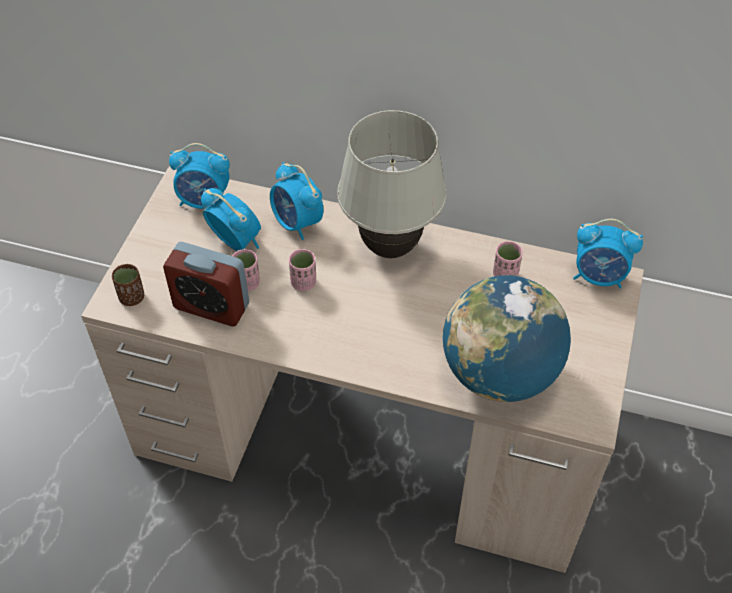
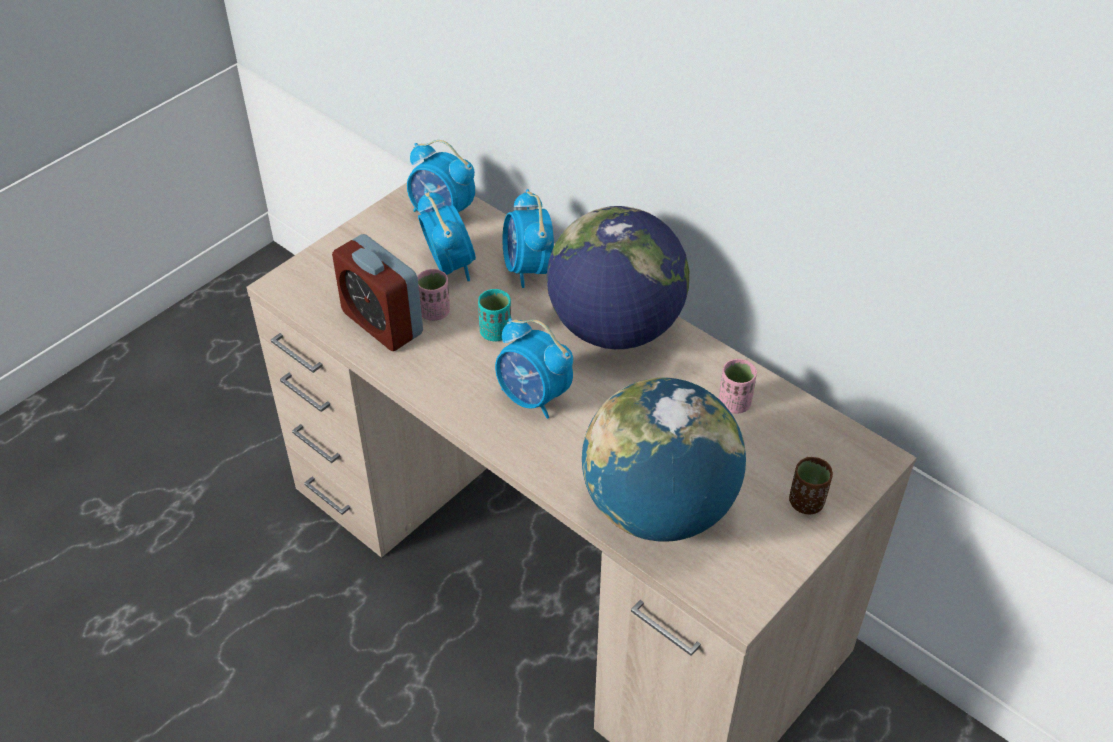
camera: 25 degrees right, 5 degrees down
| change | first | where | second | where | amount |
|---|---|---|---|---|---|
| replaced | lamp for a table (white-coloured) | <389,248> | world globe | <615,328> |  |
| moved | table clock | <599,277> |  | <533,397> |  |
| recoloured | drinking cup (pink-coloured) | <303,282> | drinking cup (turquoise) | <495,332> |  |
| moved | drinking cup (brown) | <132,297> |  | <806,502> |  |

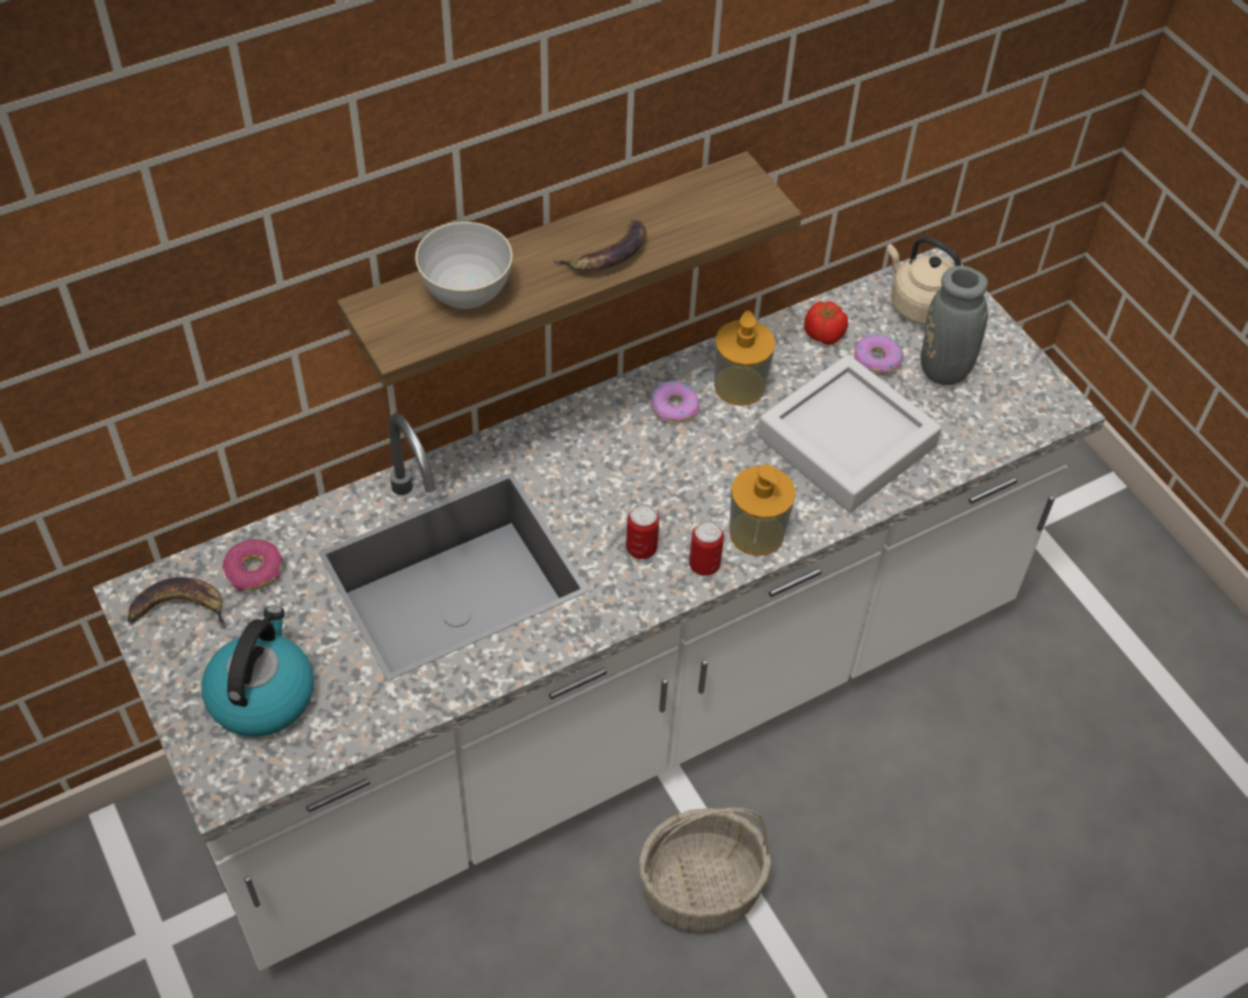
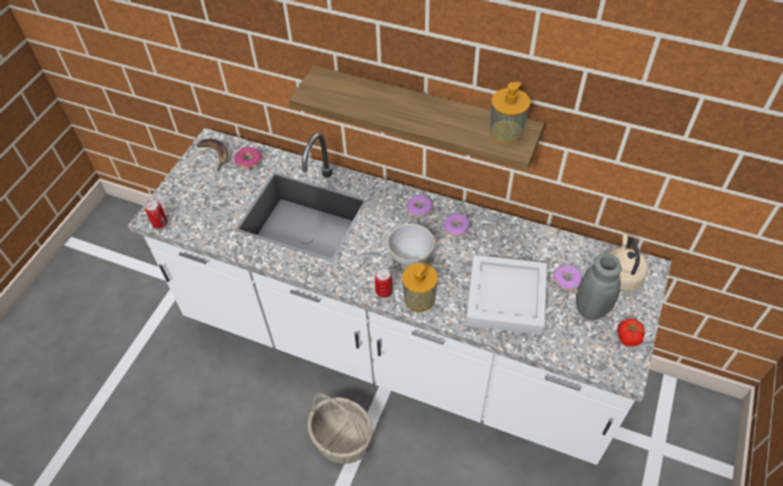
camera: 55 degrees right, 0 degrees up
| change | first | where | second | where | amount |
|---|---|---|---|---|---|
| removed | banana | <608,255> |  |  |  |
| moved | serving bowl (gray) | <466,293> |  | <411,257> |  |
| moved | tomato | <824,335> |  | <628,338> |  |
| moved | soap bottle | <739,385> |  | <506,132> |  |
| moved | sealed can | <641,548> |  | <160,223> |  |
| removed | kettle | <262,694> |  |  |  |
| added |  |  | doughnut | <419,208> |  |

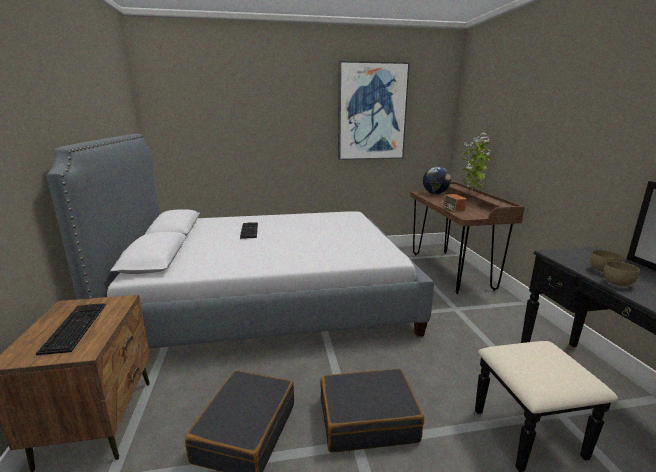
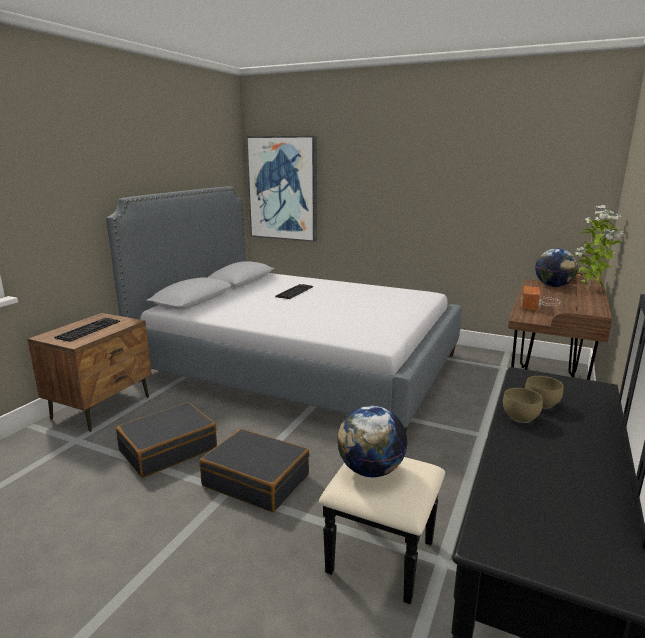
camera: 35 degrees right, 0 degrees up
| change | first | where | second | where | amount |
|---|---|---|---|---|---|
| moved | wall picture | <371,112> |  | <283,188> |  |
| added |  |  | world globe | <370,470> |  |

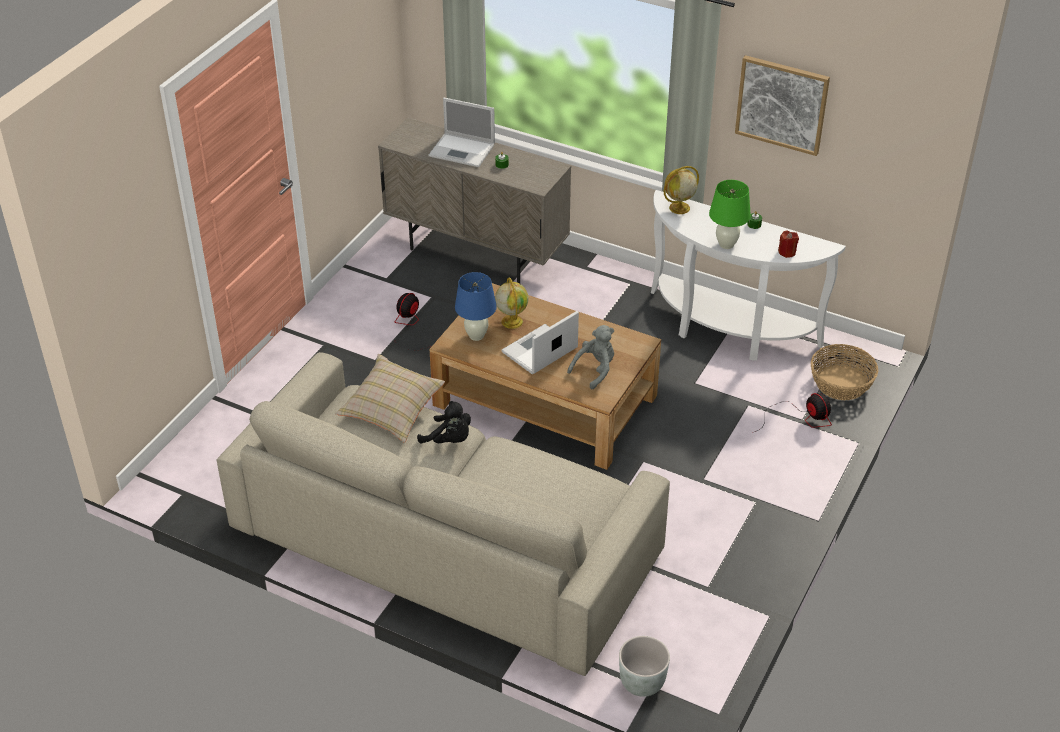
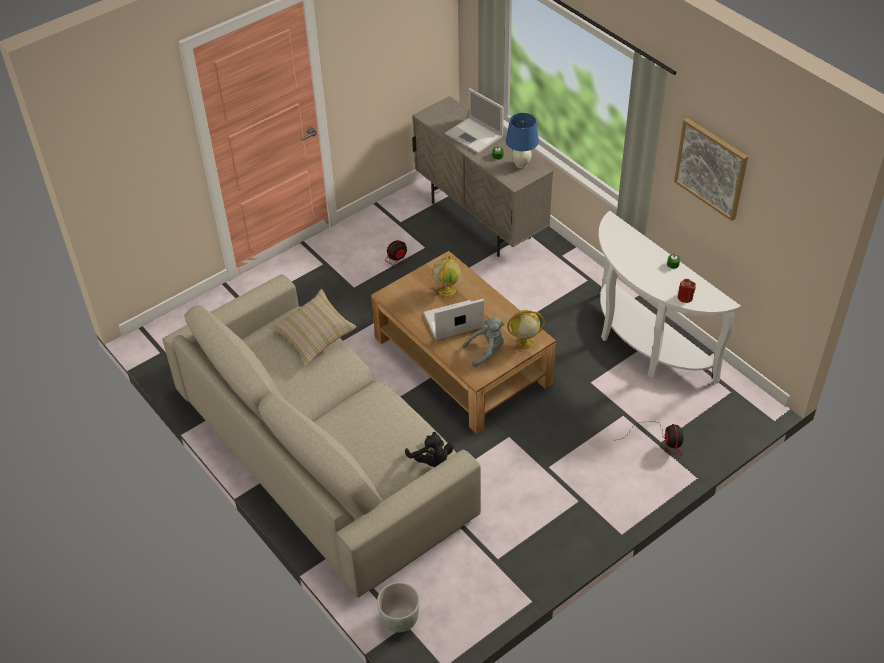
camera: 25 degrees right, 5 degrees up
| change | first | where | second | where | amount |
|---|---|---|---|---|---|
| moved | world globe | <679,208> |  | <524,342> |  |
| removed | lamp for a table (green-coloured) | <726,244> |  |  |  |
| moved | lamp for a table (blue) | <476,336> |  | <521,164> |  |
| removed | storage basket | <841,384> |  |  |  |
| moved | soft toy (blackish) | <449,440> |  | <431,460> |  |

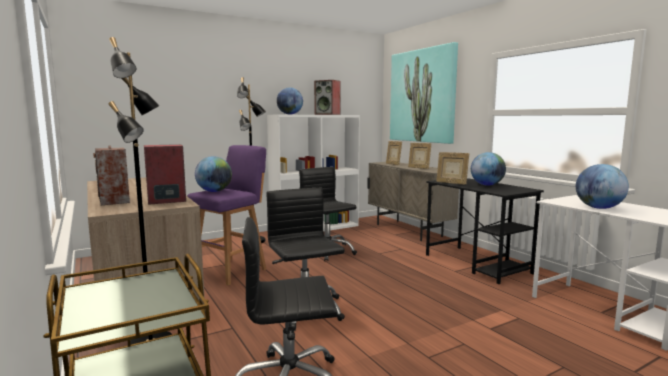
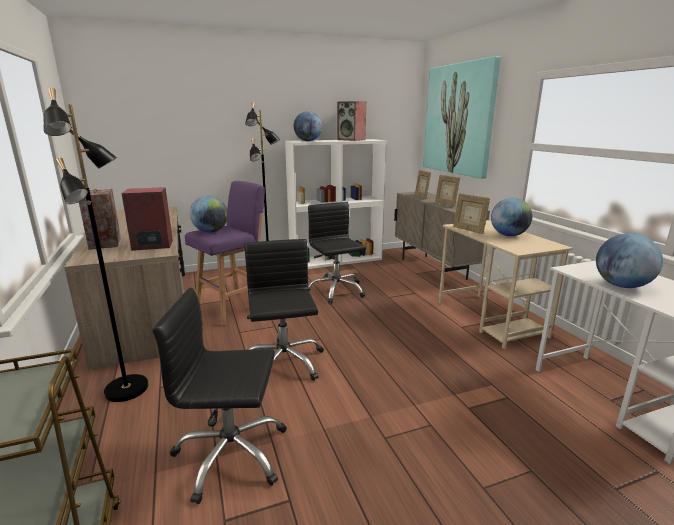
camera: 10 degrees right, 10 degrees up
| change | first | where | second | where | amount |
|---|---|---|---|---|---|
| recoloured | desk (blackish) | <477,264> | desk (beige) | <490,319> |  |

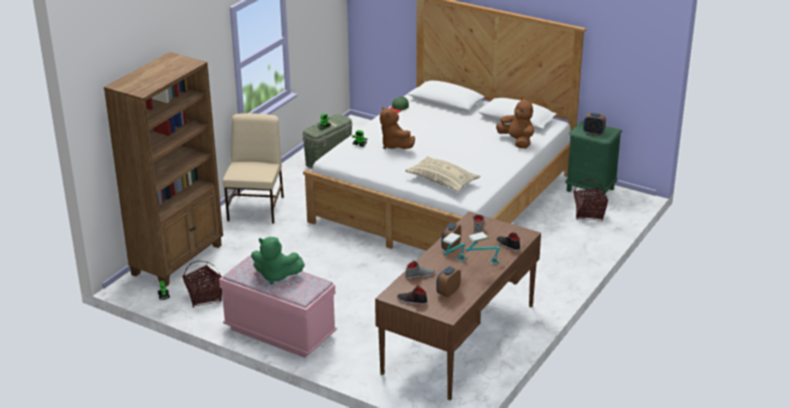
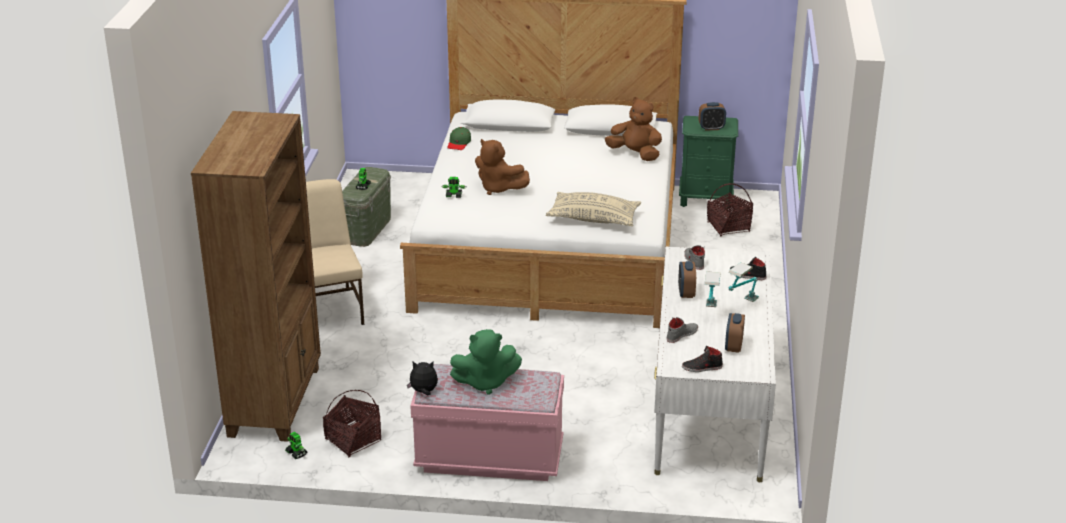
camera: 25 degrees left, 0 degrees up
| change | first | where | second | where | amount |
|---|---|---|---|---|---|
| recoloured | desk (brown) | <459,338> | desk (white-coloured) | <709,406> |  |
| added |  |  | soft toy | <424,392> |  |

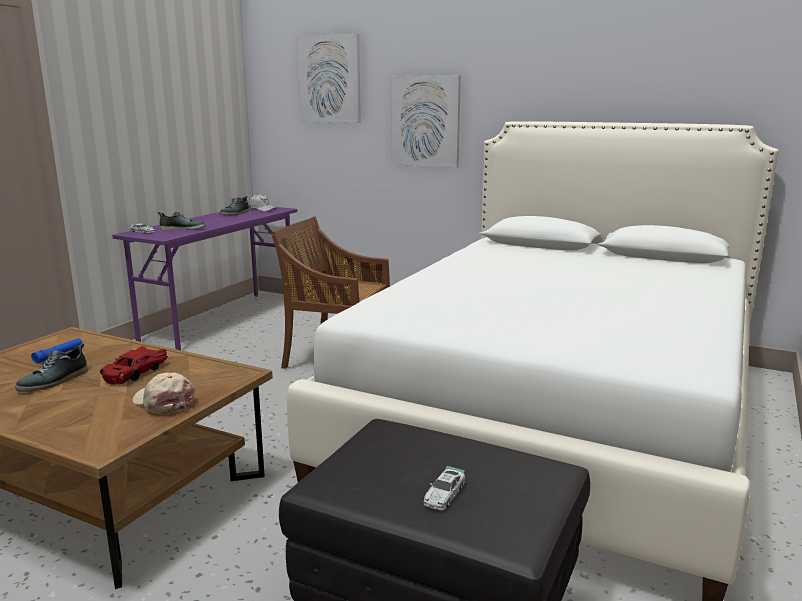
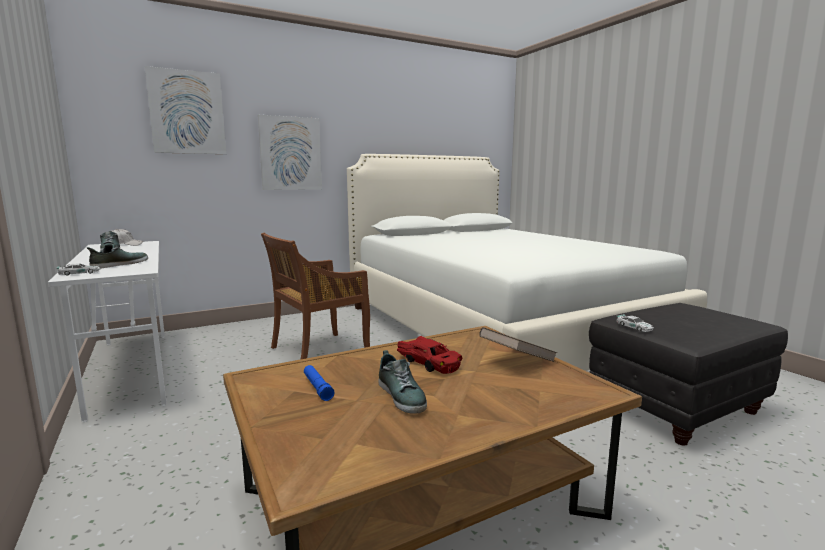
camera: 55 degrees left, 5 degrees down
| change | first | where | second | where | amount |
|---|---|---|---|---|---|
| recoloured | desk (purple-coloured) | <222,320> | desk (white-coloured) | <131,370> |  |
| replaced | peaked cap (beige) | <164,401> | book (brown) | <517,360> |  |
| moved | model car | <444,494> |  | <634,327> |  |

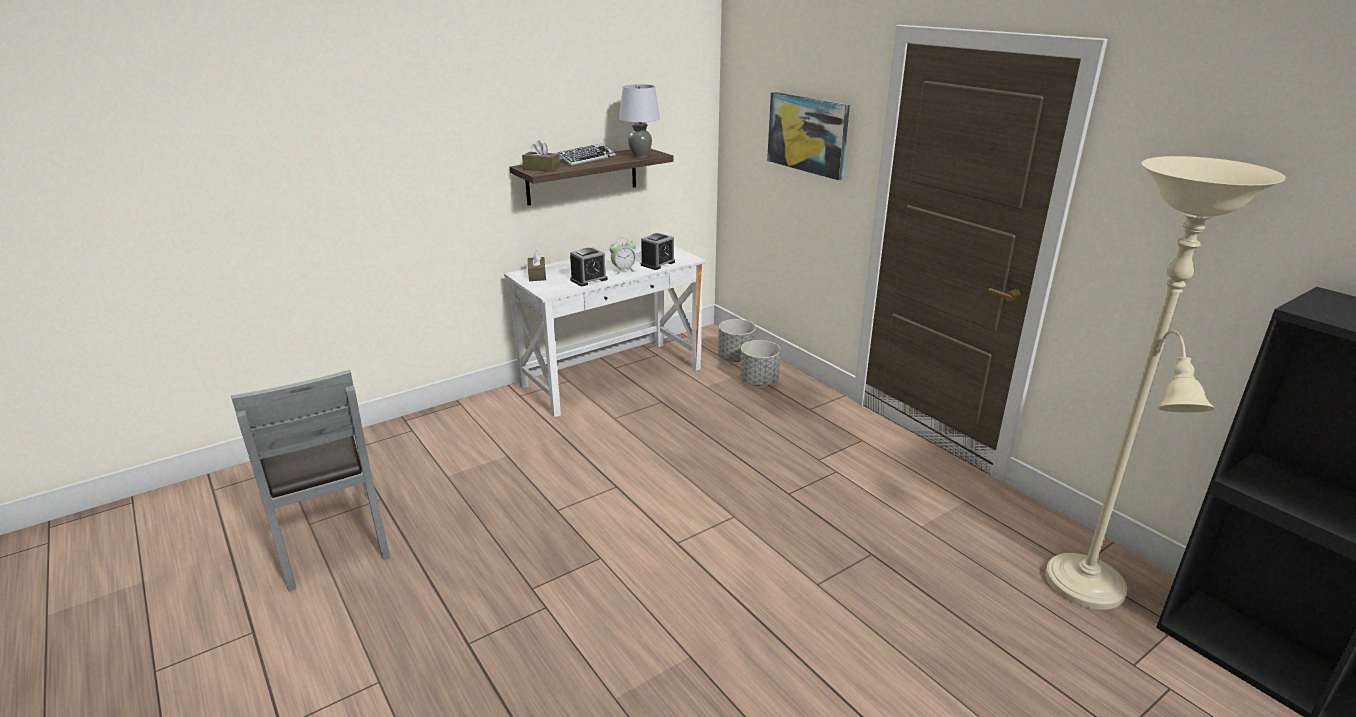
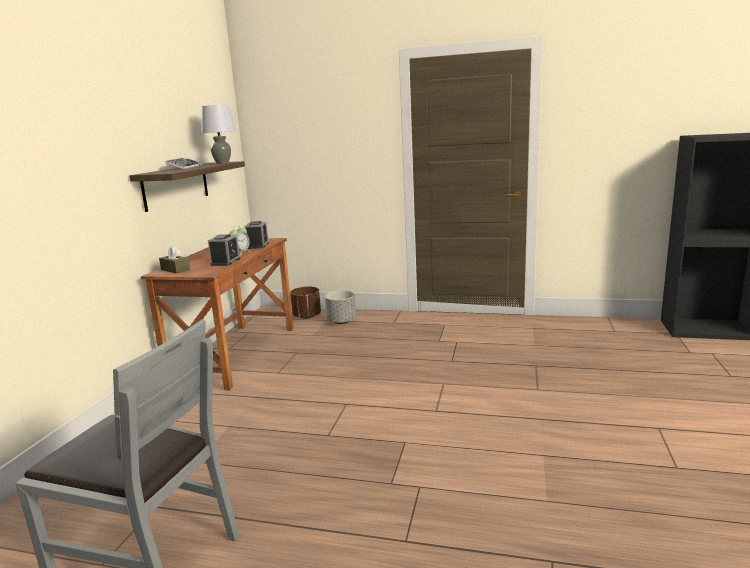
camera: 40 degrees left, 10 degrees down
| change | first | where | second | where | amount |
|---|---|---|---|---|---|
| removed | wall picture | <807,134> |  |  |  |
| removed | tissue box (brown) | <541,168> |  |  |  |
| removed | floor lamp (beige) | <1088,590> |  |  |  |
| recoloured | desk (white-coloured) | <611,377> | desk (brown) | <235,354> |  |
| recoloured | planter (gray) | <736,358> | planter (brown) | <307,316> |  |

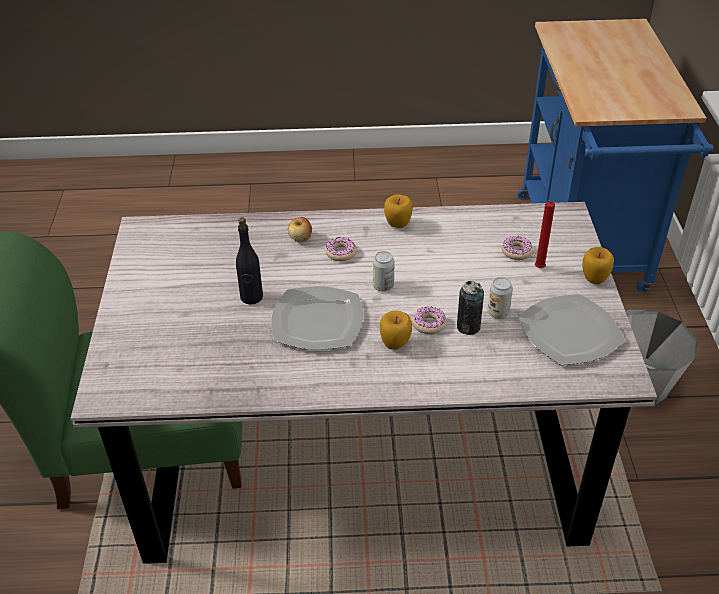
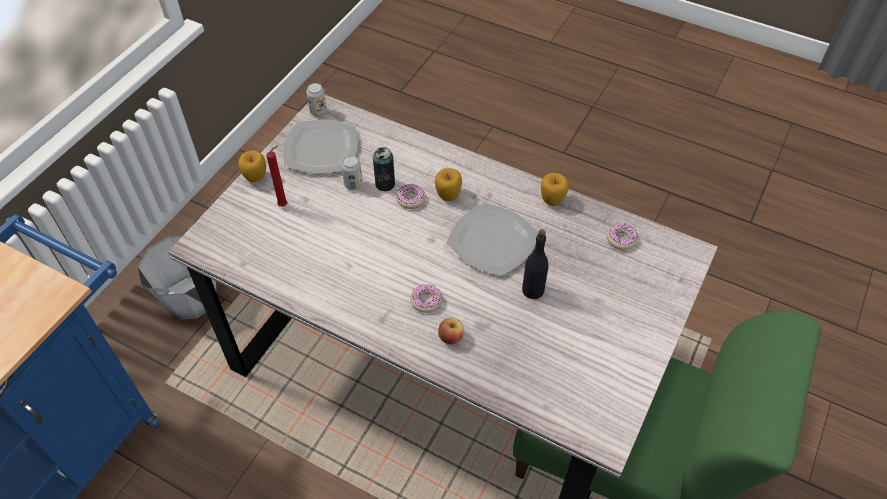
camera: 150 degrees left, 10 degrees up
| change | first | where | second | where | amount |
|---|---|---|---|---|---|
| moved | apple | <398,225> |  | <552,200> |  |
| moved | doughnut | <516,251> |  | <621,239> |  |
| moved | sealed can | <383,286> |  | <318,112> |  |

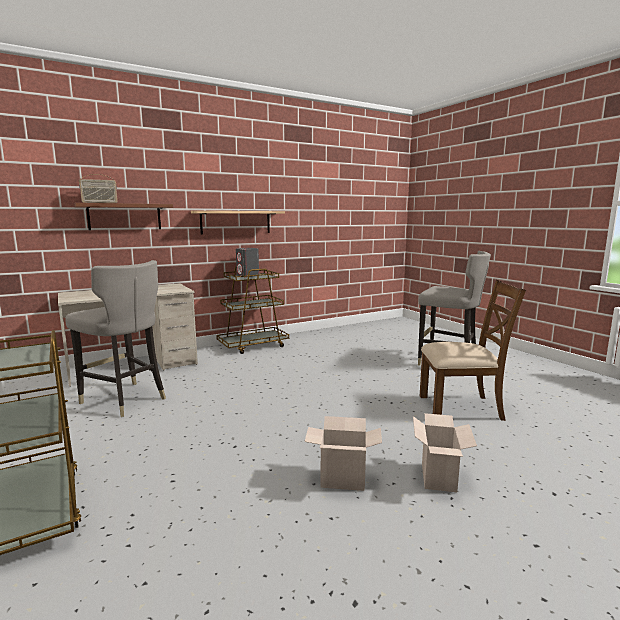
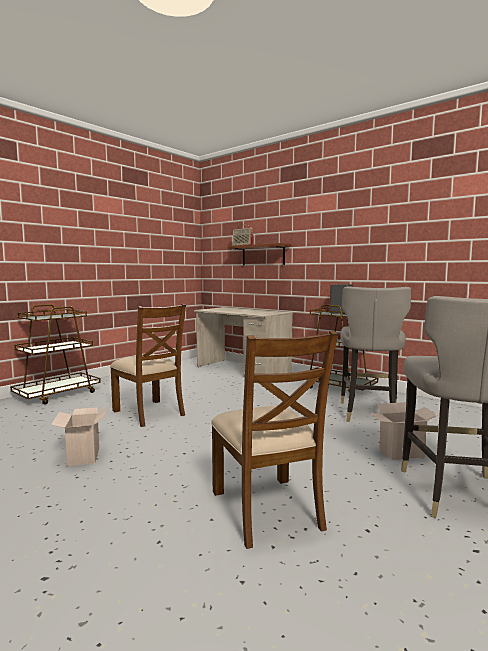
camera: 70 degrees right, 5 degrees down
| change | first | where | second | where | amount |
|---|---|---|---|---|---|
| removed | bracket shelf | <236,222> |  |  |  |
| moved | stool (gray) | <125,400> |  | <369,413> |  |
| moved | cardboard box | <440,478> |  | <401,453> |  |
| added |  |  | upright chair (brown) | <149,413> |  |

